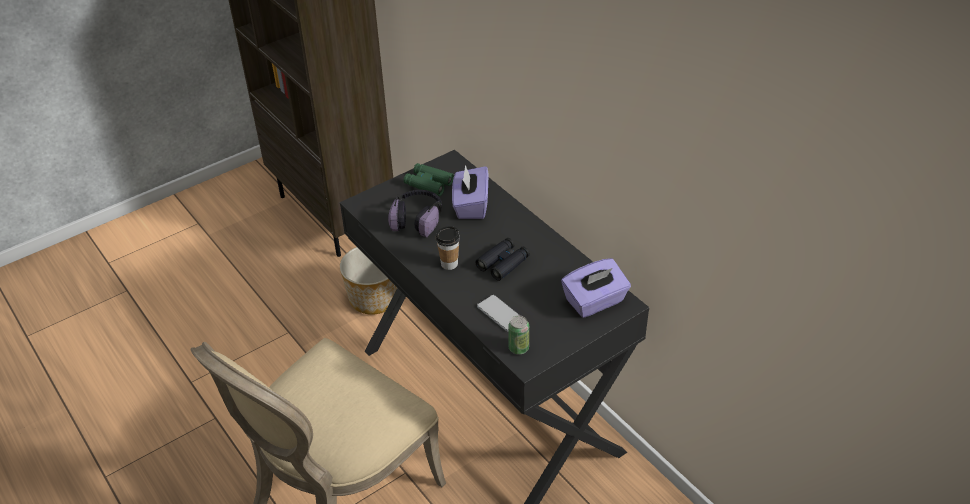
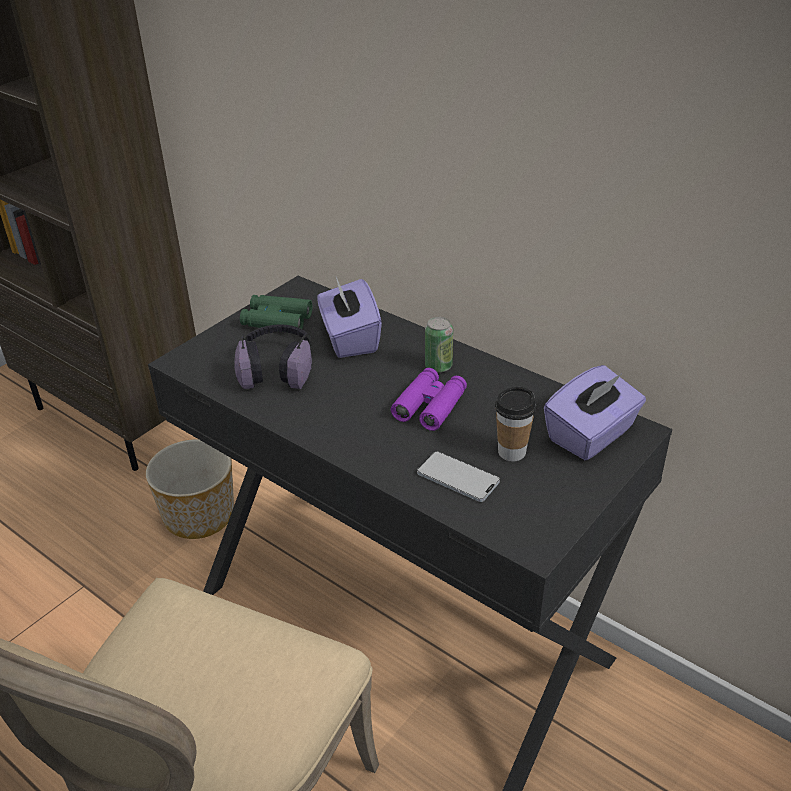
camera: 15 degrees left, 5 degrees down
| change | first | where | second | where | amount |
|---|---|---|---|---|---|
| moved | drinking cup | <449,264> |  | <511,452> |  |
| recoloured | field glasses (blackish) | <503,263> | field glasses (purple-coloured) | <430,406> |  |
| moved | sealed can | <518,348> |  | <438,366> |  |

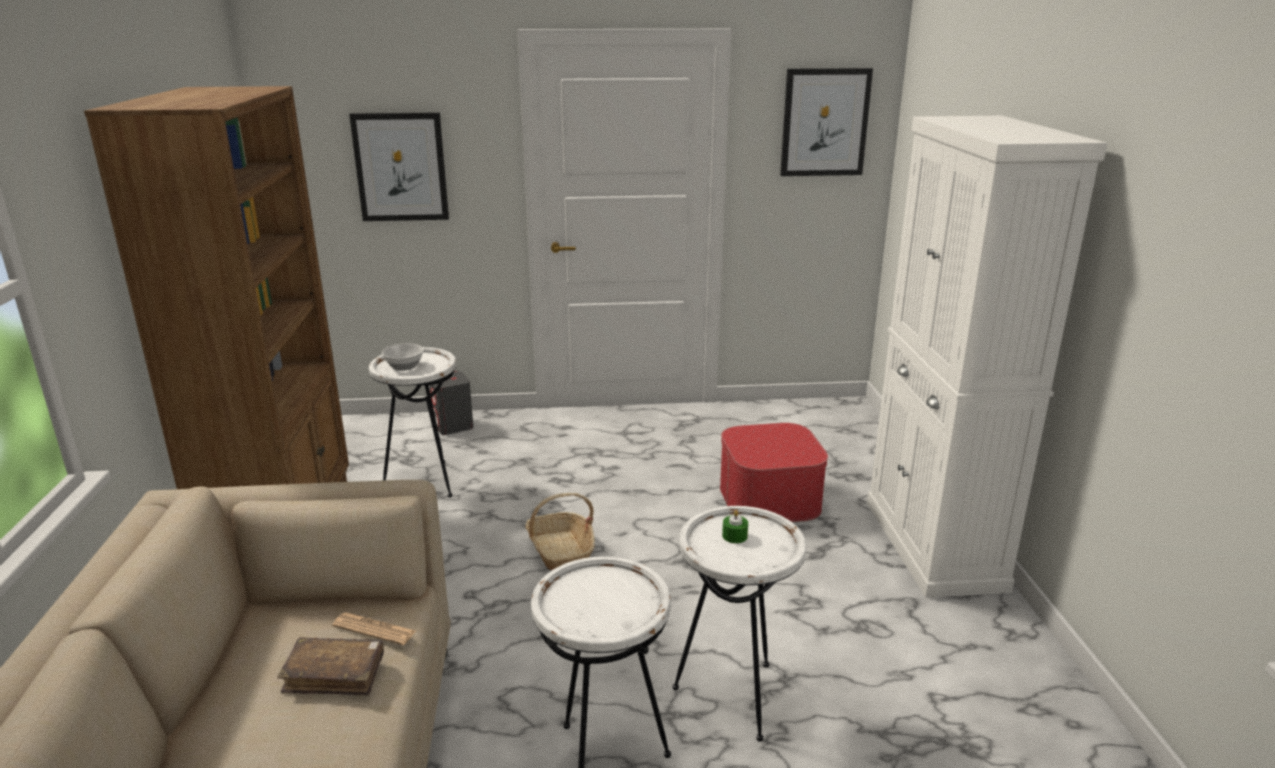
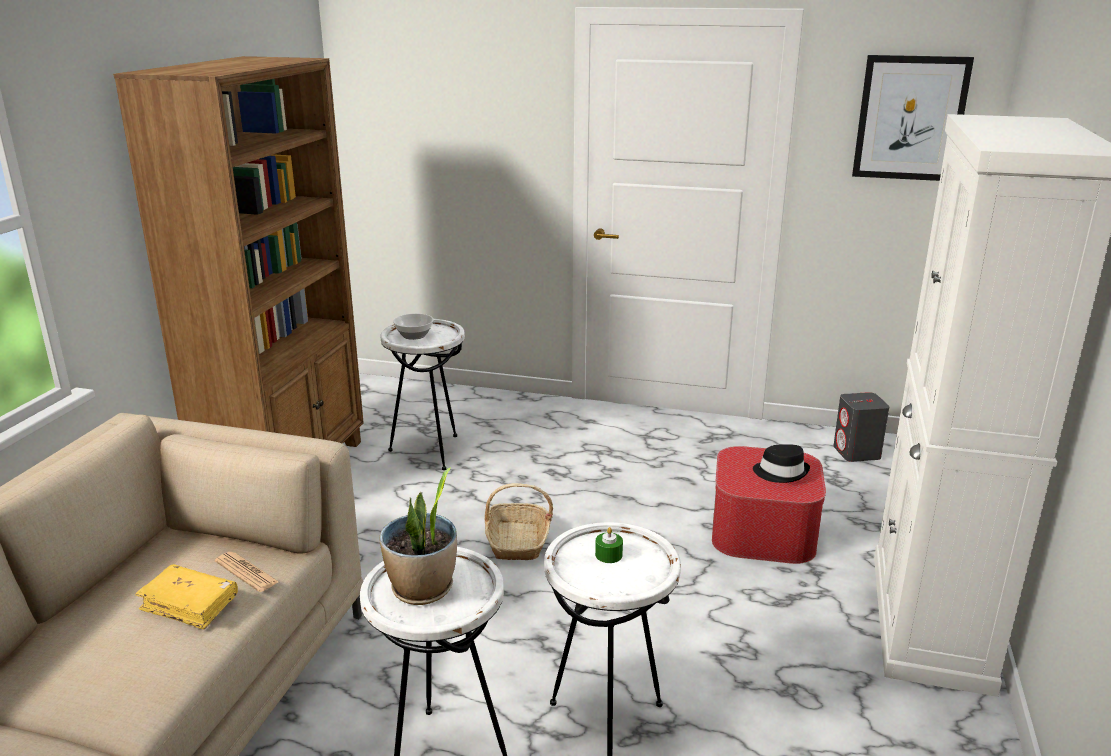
camera: 20 degrees right, 0 degrees up
| change | first | where | second | where | amount |
|---|---|---|---|---|---|
| removed | wall picture | <401,167> |  |  |  |
| moved | speaker (gray) | <453,426> |  | <857,453> |  |
| recoloured | book (brown) | <335,675> | book (yellow-coloured) | <190,604> |  |
| added |  |  | wearable hat (blackish) | <781,472> |  |
| added |  |  | plant in a pot | <423,589> |  |

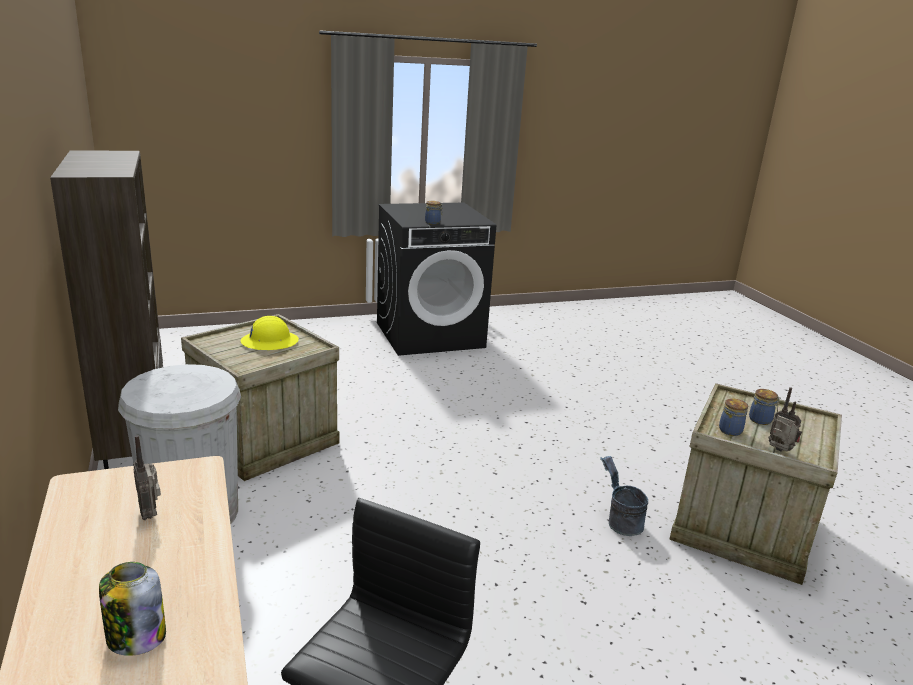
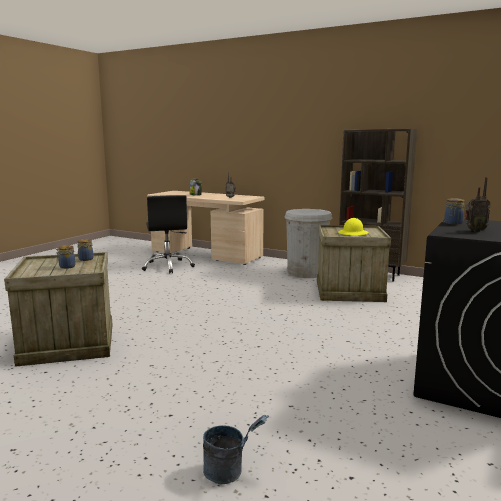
camera: 140 degrees right, 10 degrees down
| change | first | where | second | where | amount |
|---|---|---|---|---|---|
| moved | radio receiver | <779,451> |  | <474,231> |  |
| moved | bucket (gray) | <620,522> |  | <230,472> |  |

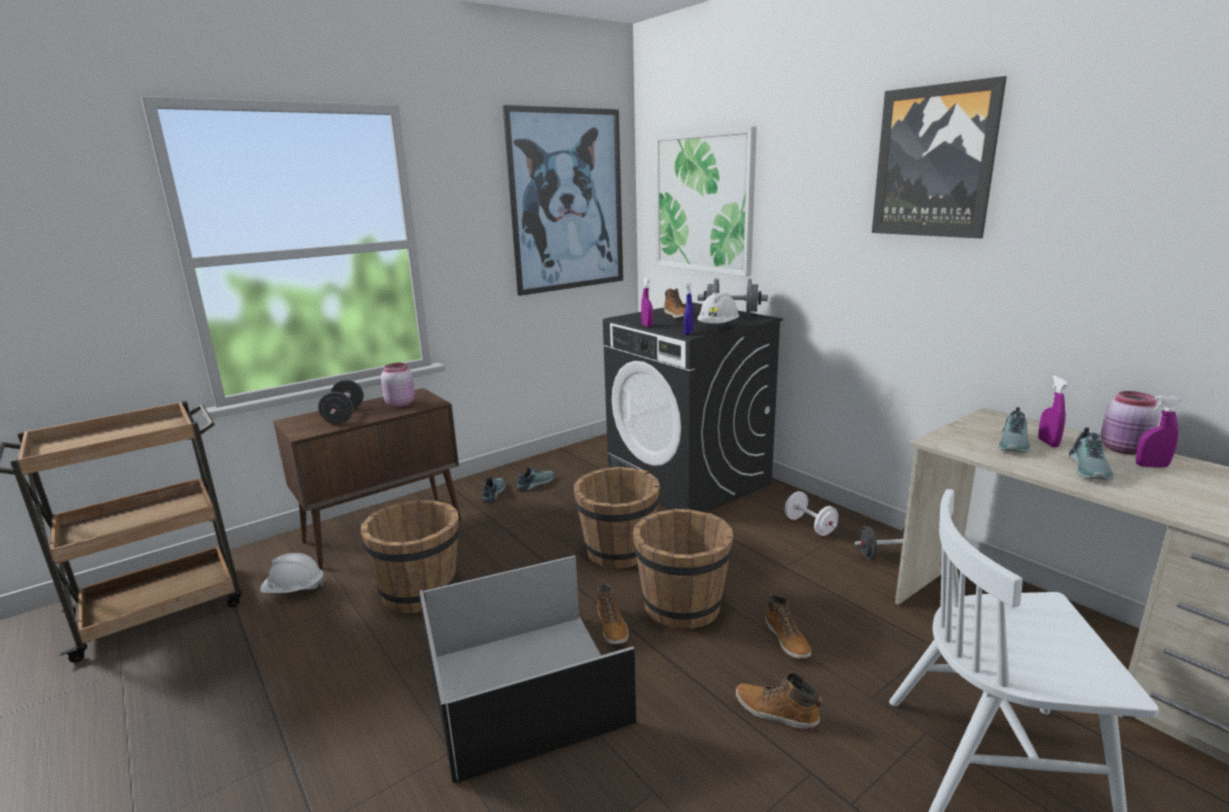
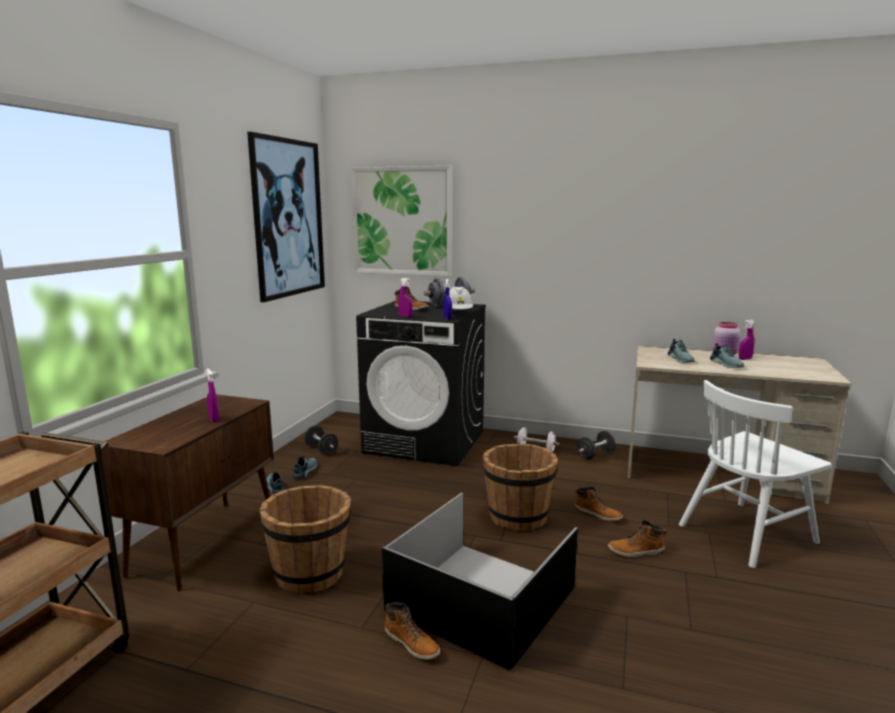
camera: 35 degrees left, 5 degrees down
| change | first | where | second | where | amount |
|---|---|---|---|---|---|
| removed | wall picture | <934,162> |  |  |  |
| removed | jar (pink-coloured) | <400,404> |  |  |  |
| moved | spray bottle (purple-coloured) | <1048,443> |  | <214,419> |  |
| moved | hand weight (blackish) | <344,416> |  | <321,450> |  |
| removed | bucket (brown) | <618,551> |  |  |  |
| removed | work helmet (white-coloured) | <294,590> |  |  |  |
| moved | boot | <612,627> |  | <412,643> |  |

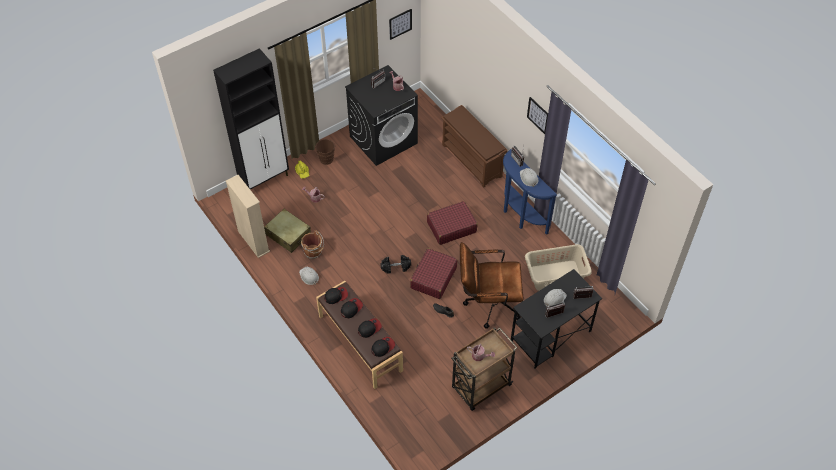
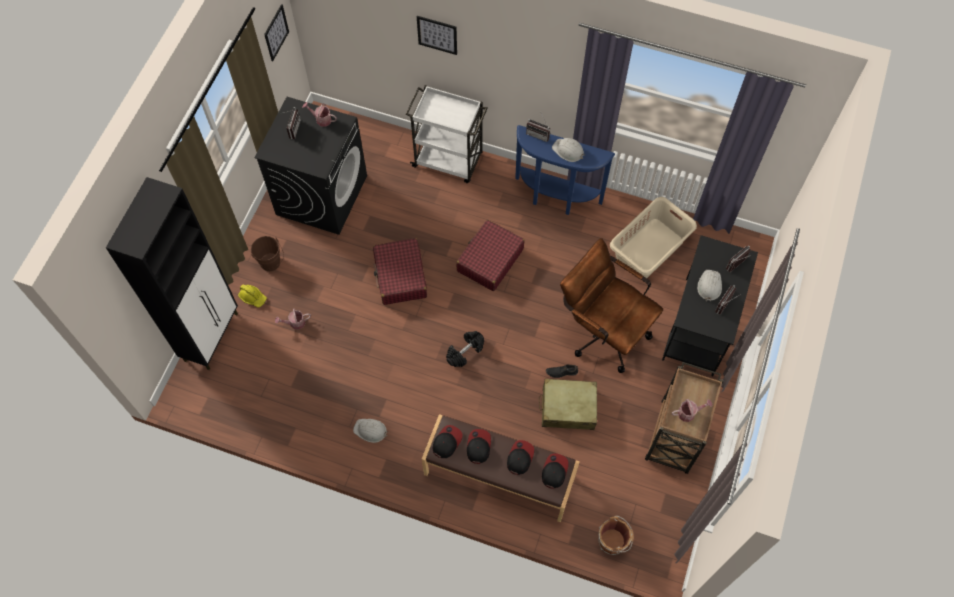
camera: 35 degrees left, 10 degrees up
| change | first | where | second | where | amount |
|---|---|---|---|---|---|
| moved | wall picture | <538,115> |  | <437,35> |  |
| replaced | shoe rack (brown) | <472,160> | cart (white-coloured) | <449,160> |  |
| removed | shelving unit (beige) | <253,241> |  |  |  |
| moved | suitcase (beige) | <288,235> |  | <568,408> |  |
| moved | bucket (brown) | <313,252> |  | <613,541> |  |
| turned | office chair (brown) | <487,303> |  | <603,330> | 75 degrees clockwise |
| moved | suitcase (reddish) | <433,278> |  | <400,276> |  |

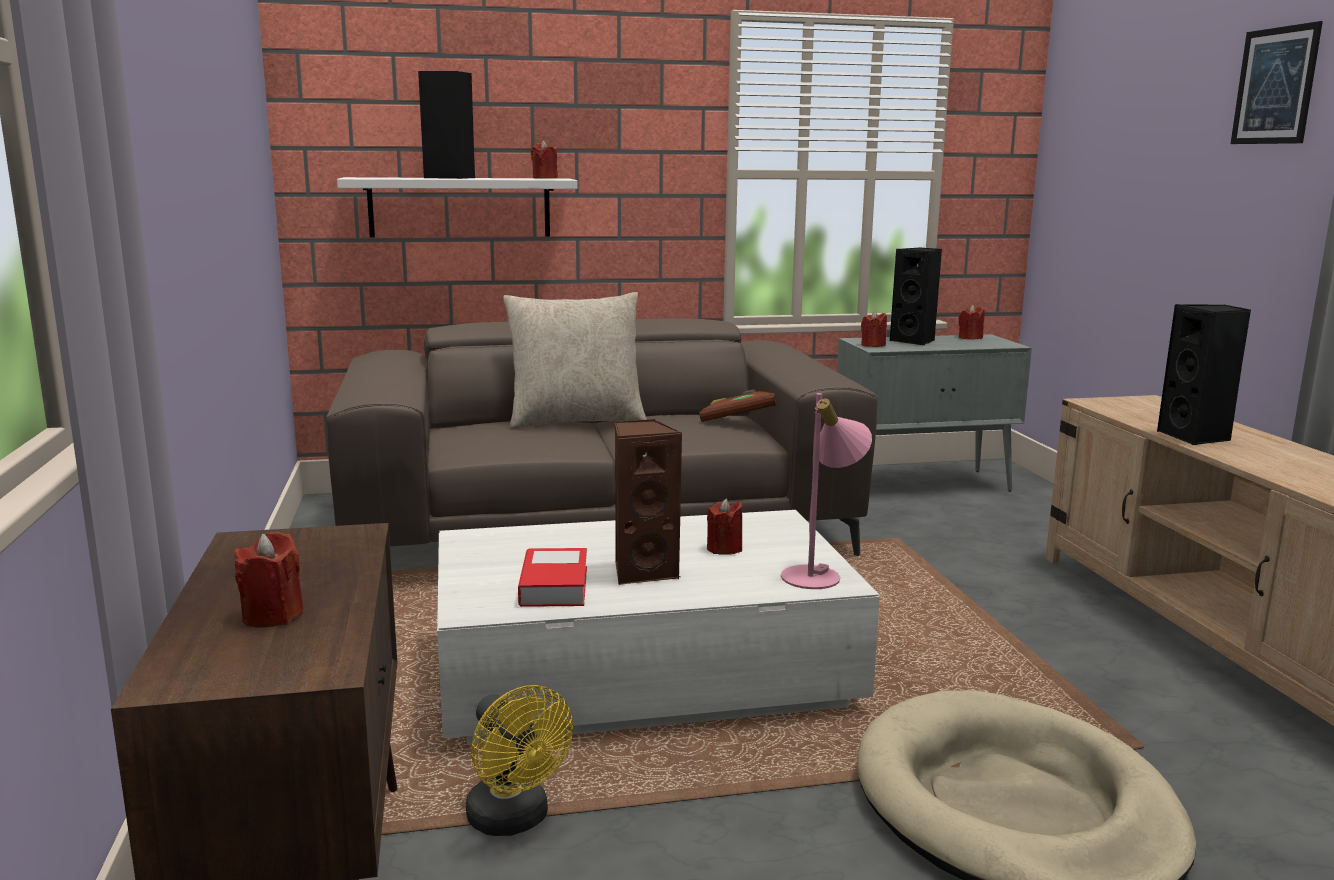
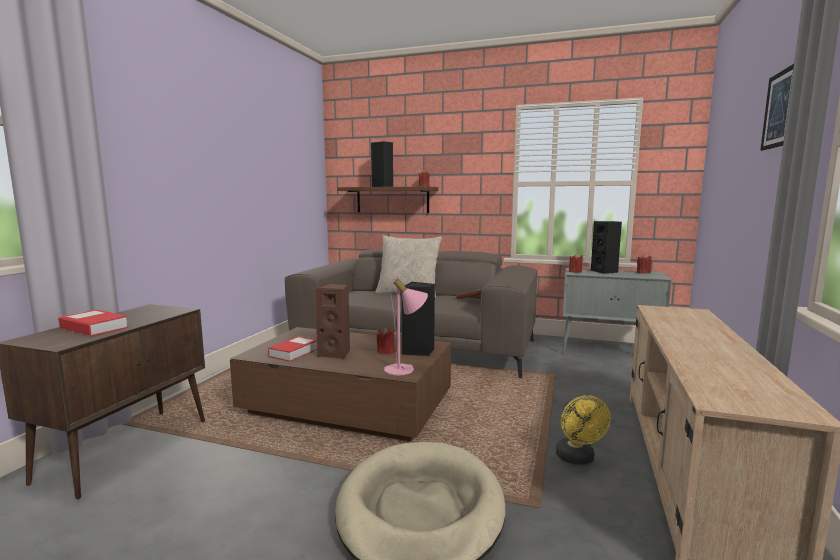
camera: 30 degrees right, 5 degrees down
| change | first | where | second | where | amount |
|---|---|---|---|---|---|
| recoloured | bracket shelf (white-coloured) | <460,207> | bracket shelf (brown) | <392,200> |  |
| moved | speaker (blackish) | <1196,437> |  | <418,351> |  |
| recoloured | lounge table (white-coloured) | <644,675> | lounge table (brown) | <348,405> |  |
| replaced | candle (reddish) | <273,615> | book | <94,328> |  |
| moved | electric fan (yellow-coloured) | <514,820> |  | <577,459> |  |

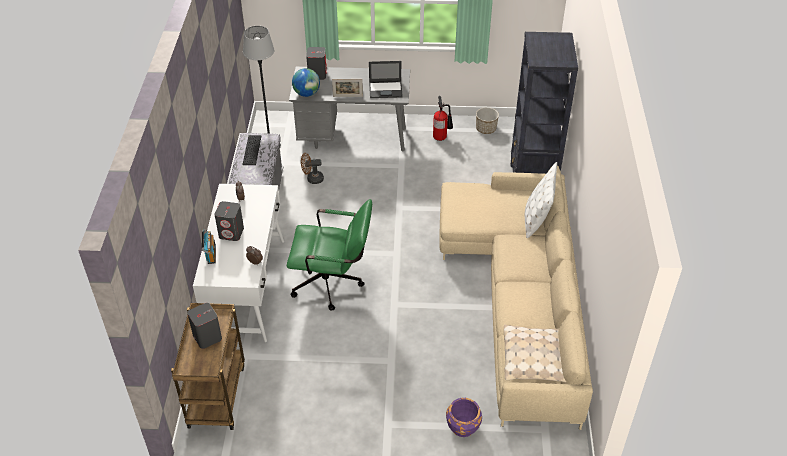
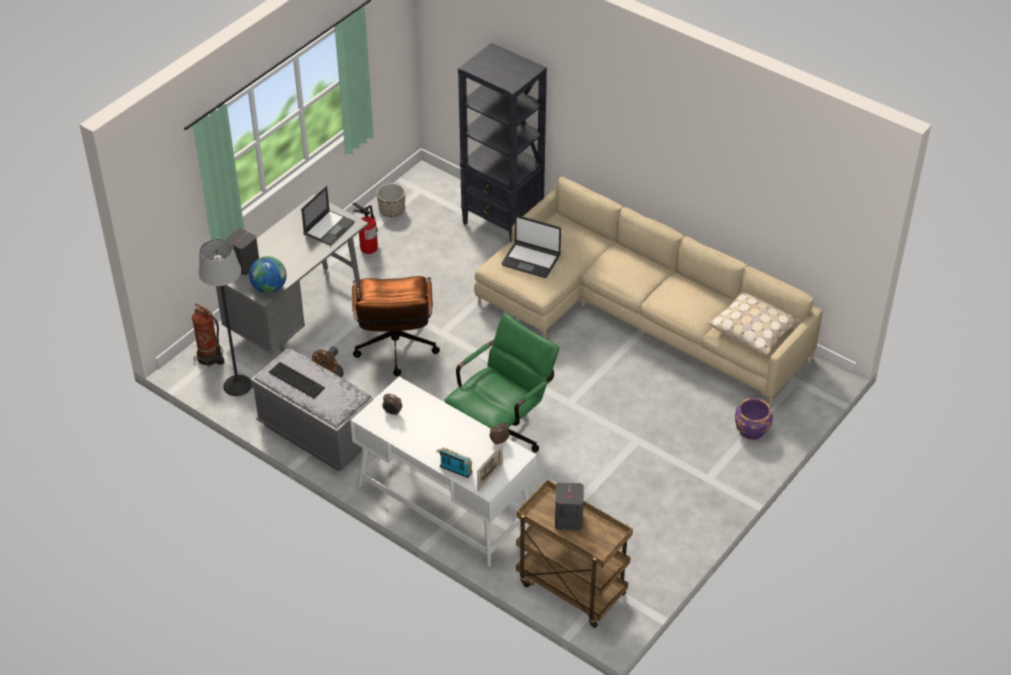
camera: 55 degrees left, 0 degrees up
| change | first | where | second | where | amount |
|---|---|---|---|---|---|
| moved | picture frame | <348,96> |  | <490,477> |  |
| removed | pillow (white-coloured) | <537,219> |  |  |  |
| removed | speaker (gray) | <231,233> |  |  |  |
| added |  |  | laptop | <531,260> |  |
| added |  |  | office chair (brown) | <395,351> |  |
| added |  |  | extinguisher | <210,358> |  |

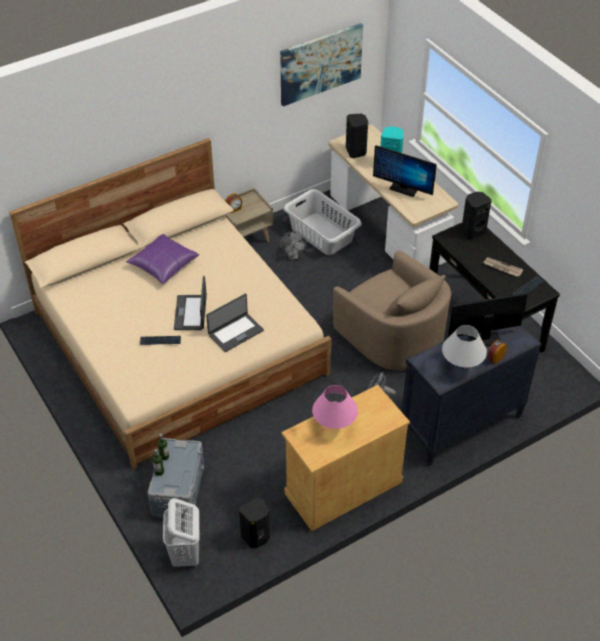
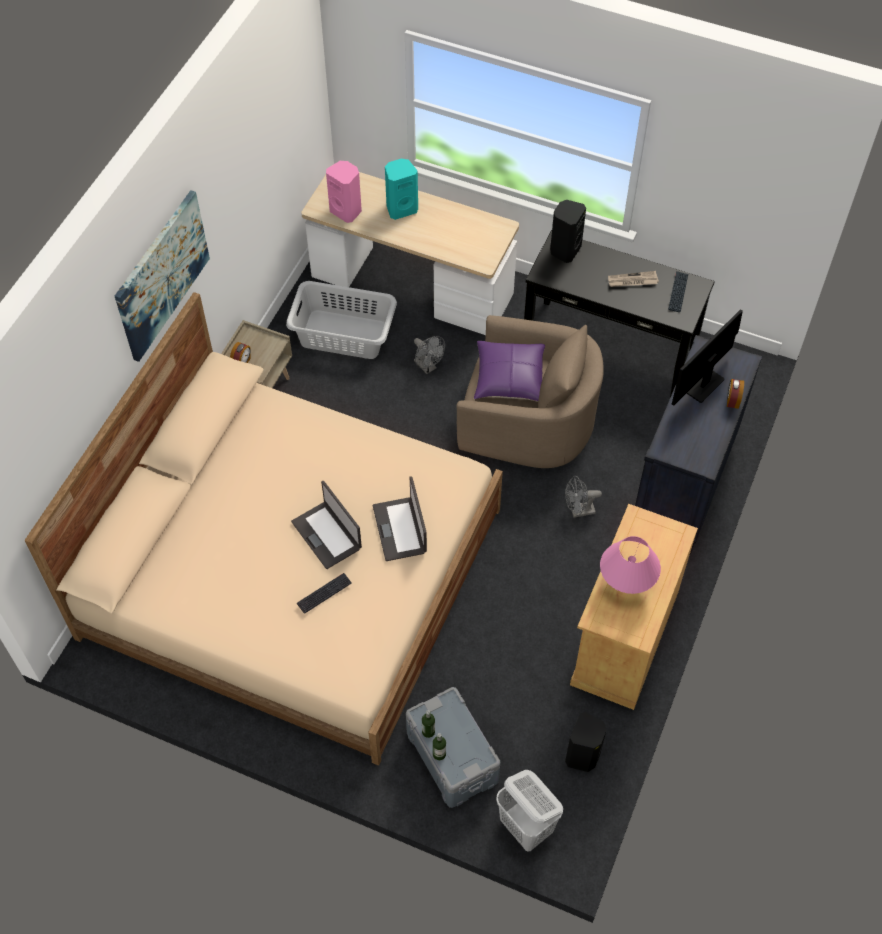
camera: 35 degrees left, 10 degrees up
| change | first | where | second | where | amount |
|---|---|---|---|---|---|
| moved | wall picture | <320,64> |  | <162,275> |  |
| recoloured | speaker (blackish) | <356,151> | speaker (pink-coloured) | <346,211> |  |
| removed | computer display | <403,189> |  |  |  |
| moved | electric fan (gray) | <293,256> |  | <427,367> |  |
| moved | pillow (purple-coloured) | <163,265> |  | <509,378> |  |
| turned | laptop | <235,332> |  | <400,529> | 150 degrees clockwise |
| removed | lamp for a table (white-coloured) | <461,366> |  |  |  |

